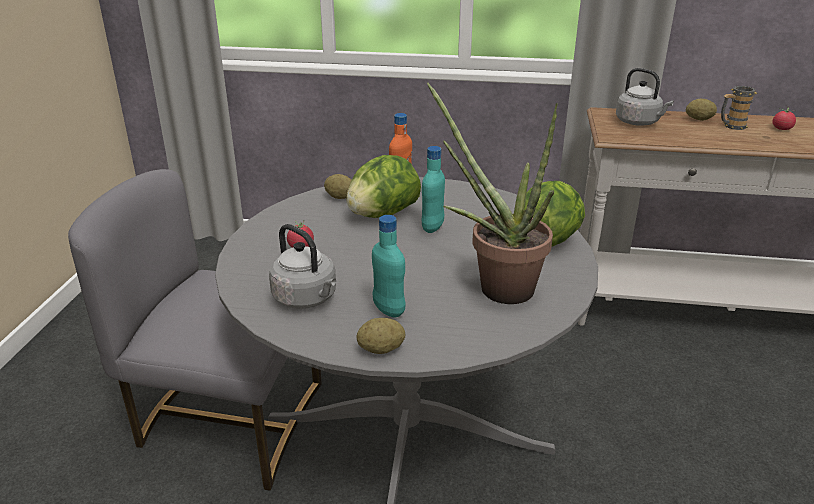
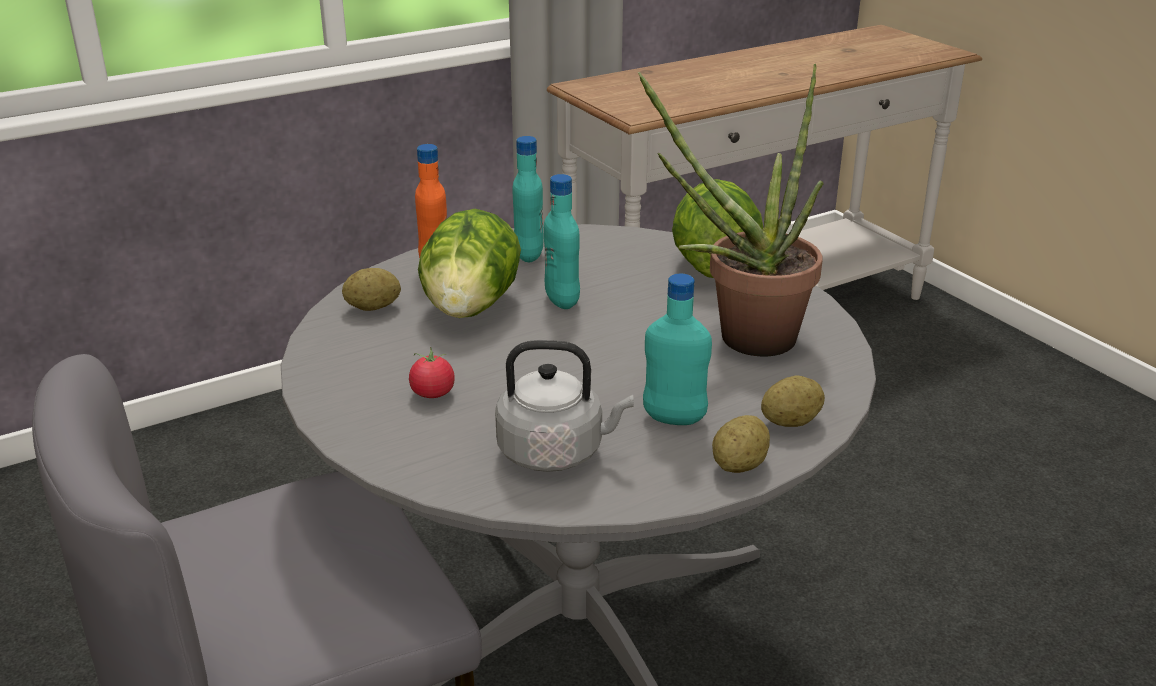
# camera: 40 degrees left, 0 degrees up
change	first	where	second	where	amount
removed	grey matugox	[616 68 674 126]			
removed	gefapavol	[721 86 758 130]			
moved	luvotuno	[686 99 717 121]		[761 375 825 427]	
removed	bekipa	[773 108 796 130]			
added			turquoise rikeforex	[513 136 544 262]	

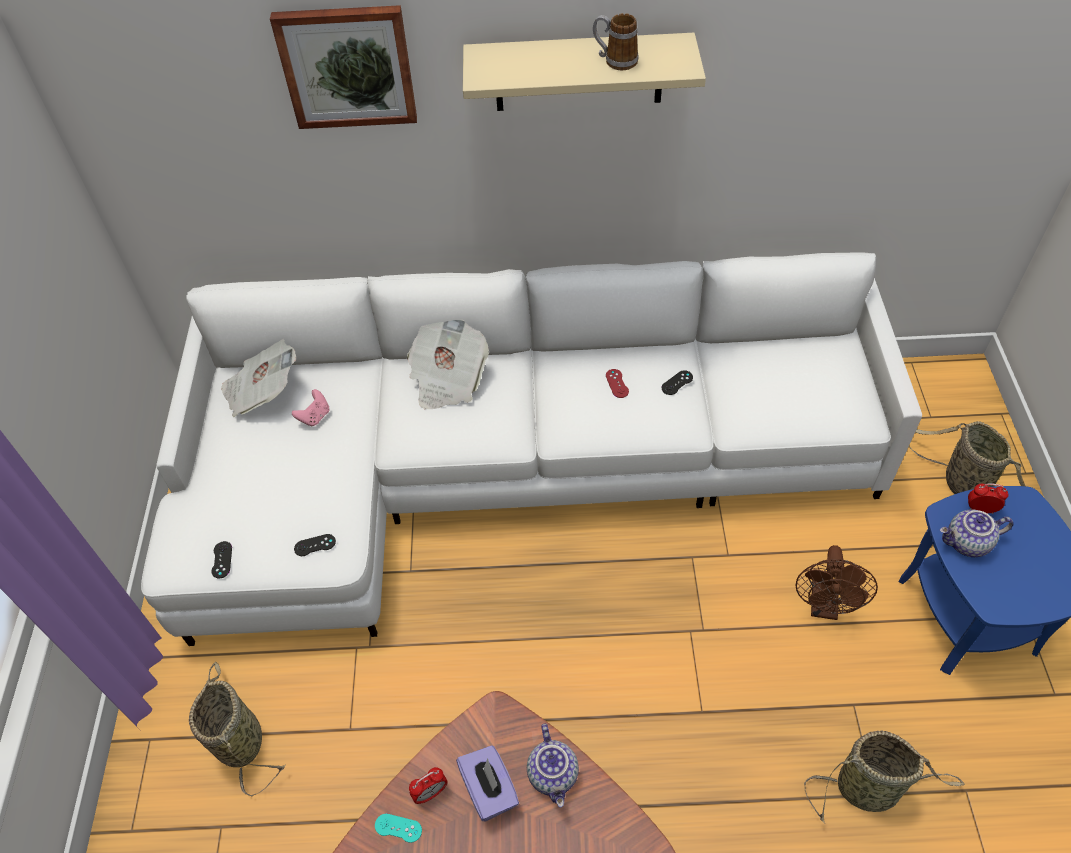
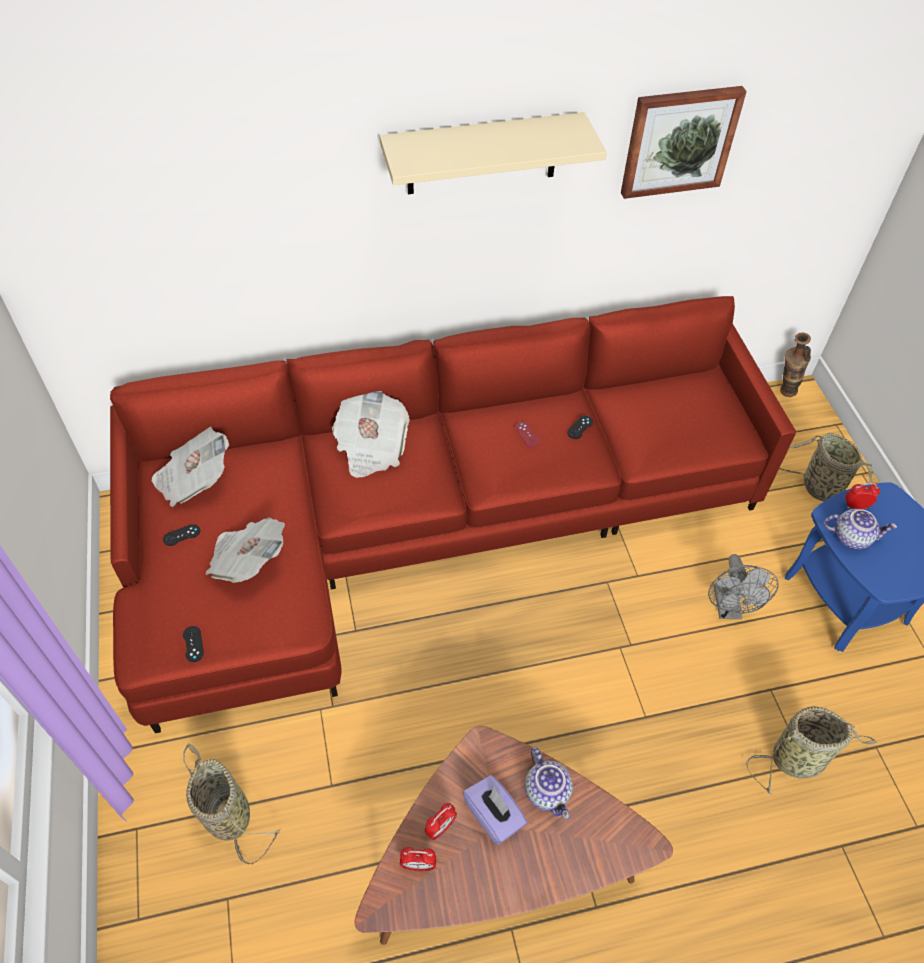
# camera: 15 degrees left, 0 degrees up
change	first	where	second	where	amount
moved	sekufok	[270 5 417 129]		[621 86 747 199]	
removed	gefapavol	[593 13 638 70]			
recoloured	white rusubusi	[141 252 922 646]	red rusubusi	[110 296 796 733]	
removed	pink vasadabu	[292 389 329 427]			
turned	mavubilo	[940 509 1013 557]		[824 509 897 549]	150 degrees counterclockwise
moved	black vasadabu	[294 534 336 556]		[163 524 200 546]	
recoloured	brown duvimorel	[796 545 878 620]	grey duvimorel	[708 554 779 619]	
replaced	turquoise vasadabu	[375 813 422 843]	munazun	[400 847 436 871]	
added			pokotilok	[780 333 811 397]	
added			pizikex	[206 517 285 583]	

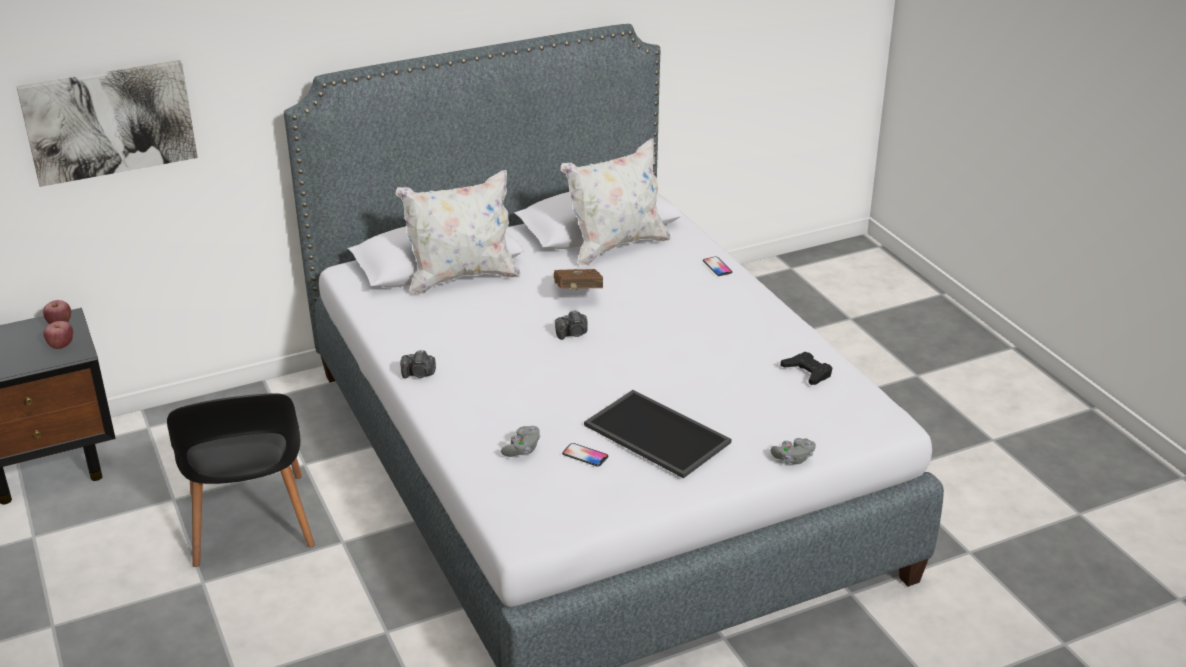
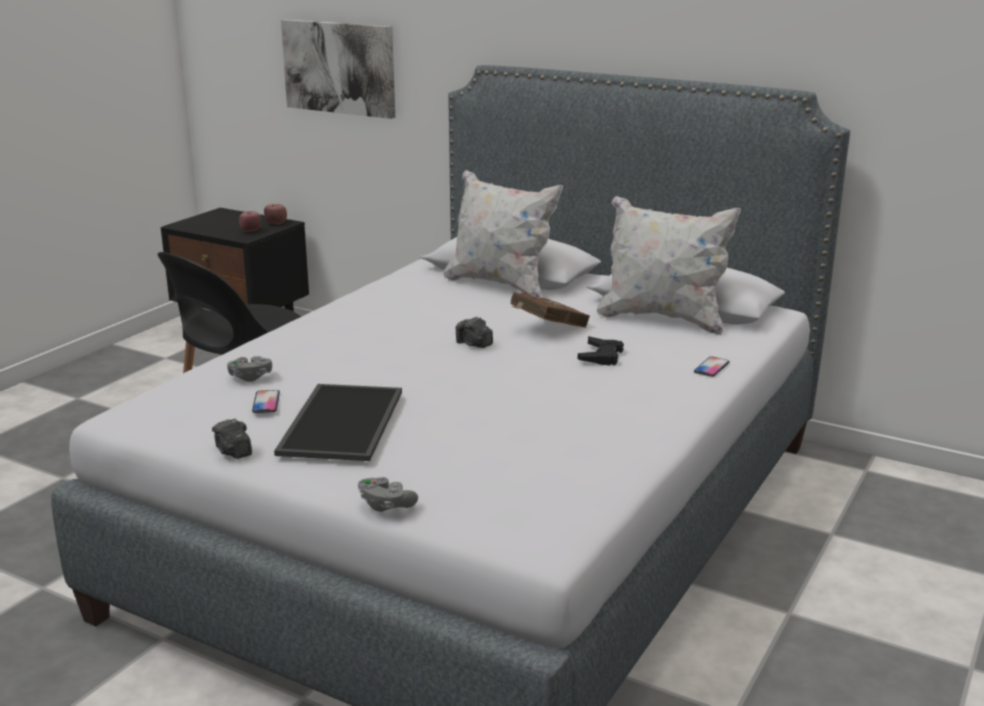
# camera: 55 degrees right, 10 degrees down
change	first	where	second	where	amount
moved	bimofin	[400 350 436 378]		[212 418 252 459]	
moved	black vasadabu	[780 352 832 385]		[578 336 624 366]	

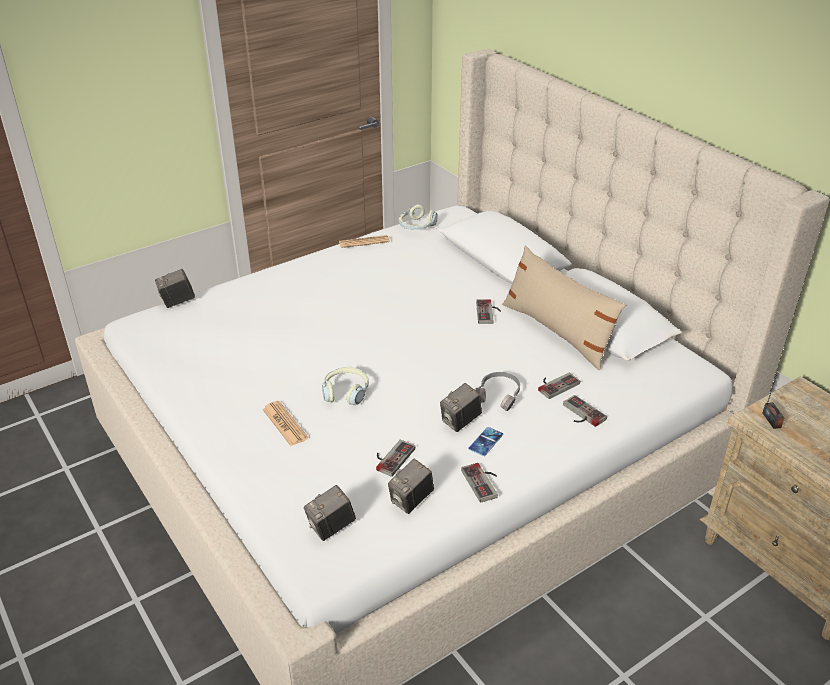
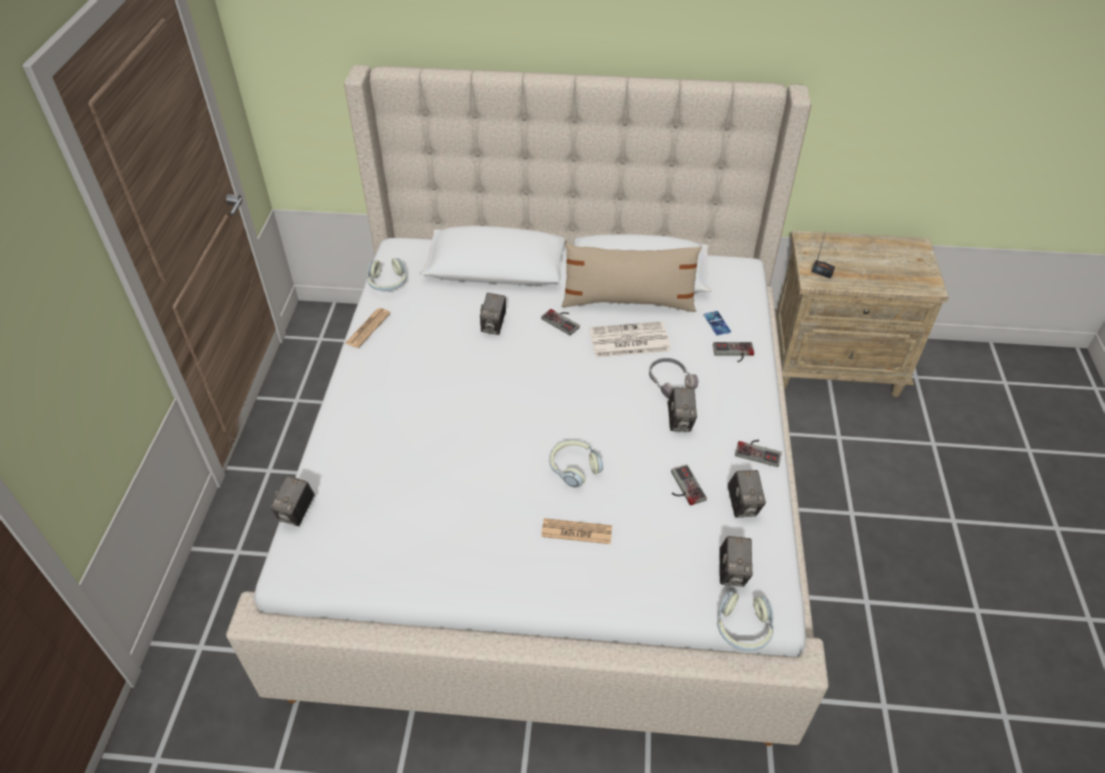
# camera: 50 degrees left, 10 degrees up
change	first	where	second	where	amount
removed	vasadabu	[538 373 580 399]			
moved	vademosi	[468 427 503 456]		[704 311 731 336]	
added			bimofin	[480 293 506 335]	
added			pizikex	[590 321 670 358]	
added			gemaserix	[718 591 774 652]	

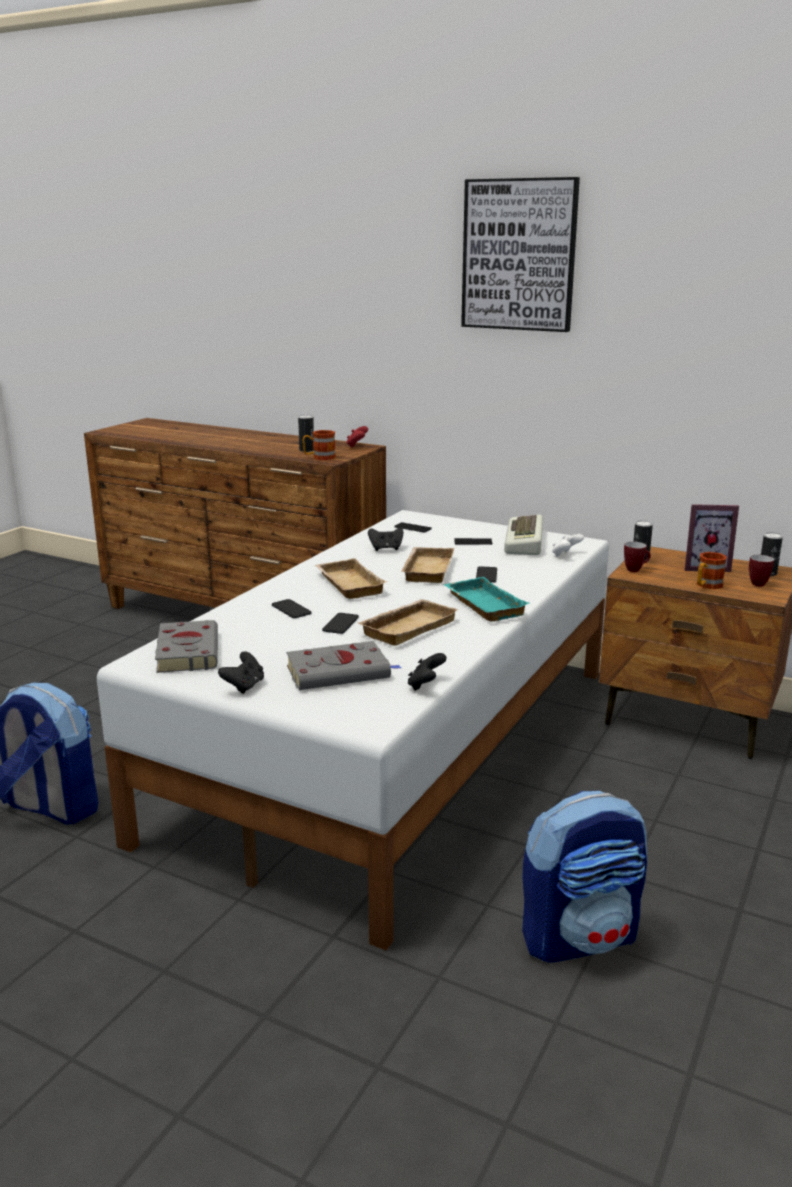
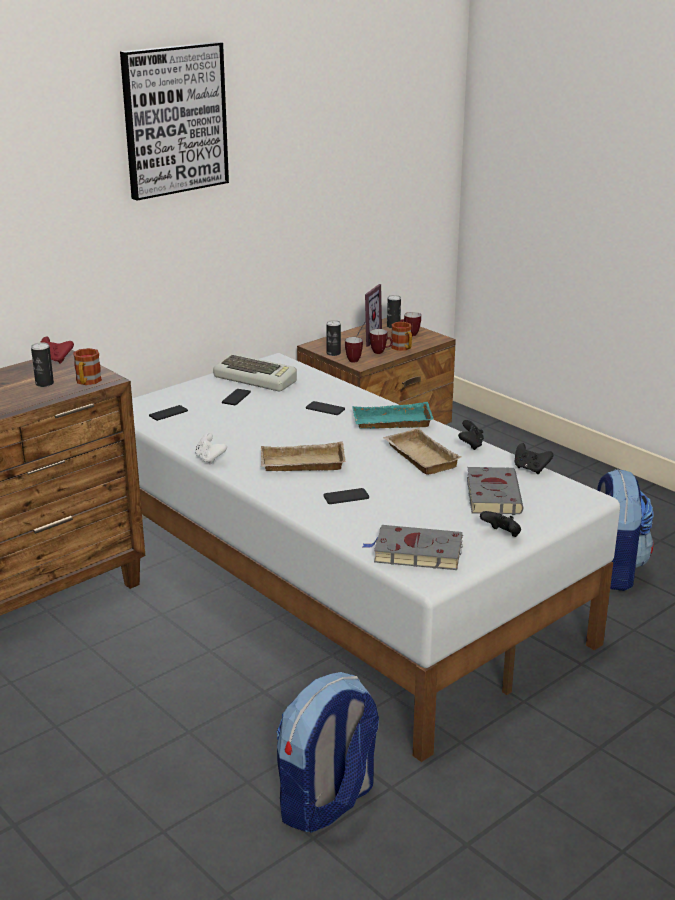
# camera: 70 degrees left, 5 degrees up
change	first	where	second	where	amount
moved	black vasadabu	[368 528 403 551]		[458 420 484 450]	
moved	white vasadabu	[552 534 584 557]		[195 433 227 465]	
removed	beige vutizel	[401 547 454 583]			
removed	vademosi	[322 613 359 634]			
added			gefapavol	[370 329 393 354]	

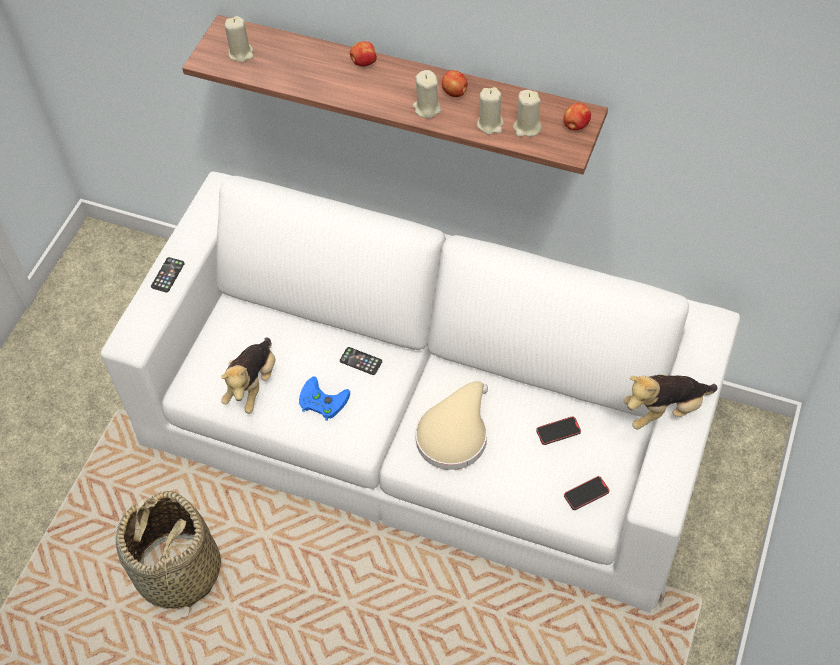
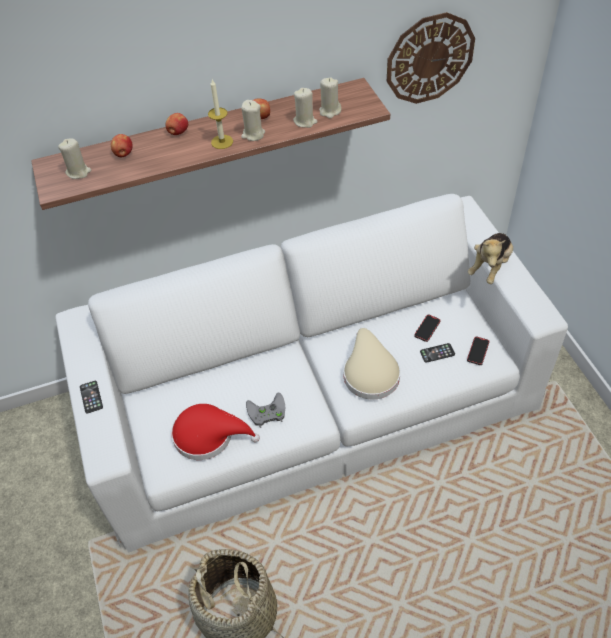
# camera: 40 degrees left, 5 degrees down
change	first	where	second	where	amount
moved	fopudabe	[563 103 591 130]		[111 134 133 157]	
replaced	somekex	[221 337 275 414]	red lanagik	[171 404 260 460]	
moved	vademosi	[340 347 382 375]		[420 343 455 363]	
recoloured	blue vasadabu	[299 377 350 421]	grey vasadabu	[246 393 285 428]	
added			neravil	[387 12 475 104]	
added			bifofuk	[208 80 233 149]	

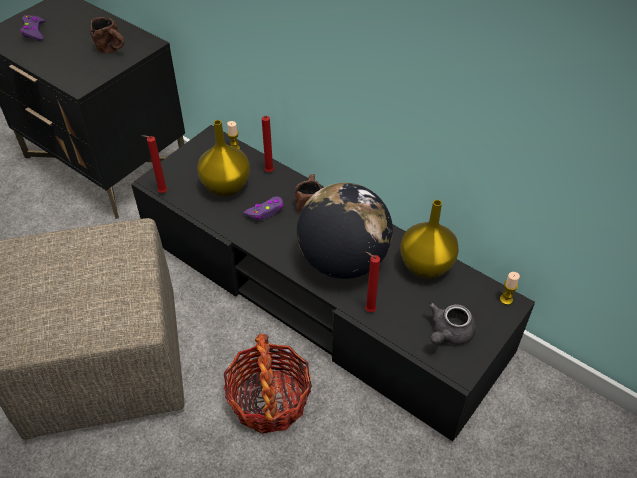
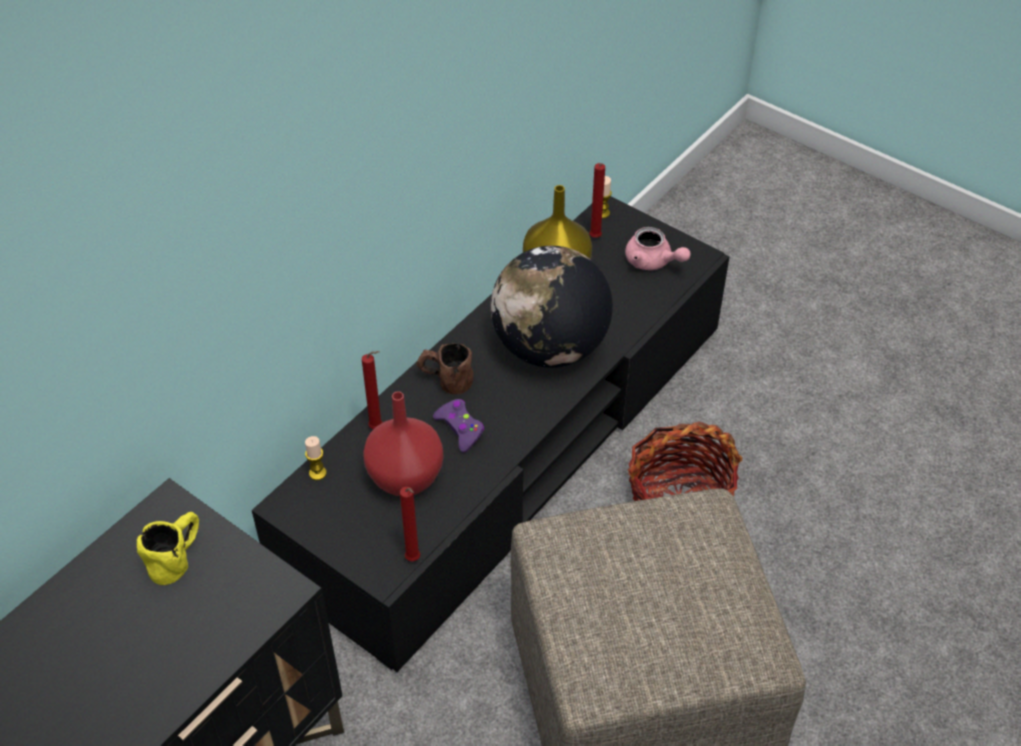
# camera: 90 degrees left, 0 degrees up
change	first	where	second	where	amount
removed	purple vasadabu	[20 15 45 41]			
recoloured	brown gefapavol	[90 17 124 53]	yellow gefapavol	[137 512 199 585]	
recoloured	yellow pokotilok	[197 120 250 197]	red pokotilok	[363 391 443 496]	
moved	red bifofuk	[365 252 380 312]		[589 163 605 238]	
recoloured	grey mavubilo	[429 303 476 345]	pink mavubilo	[625 227 691 270]	

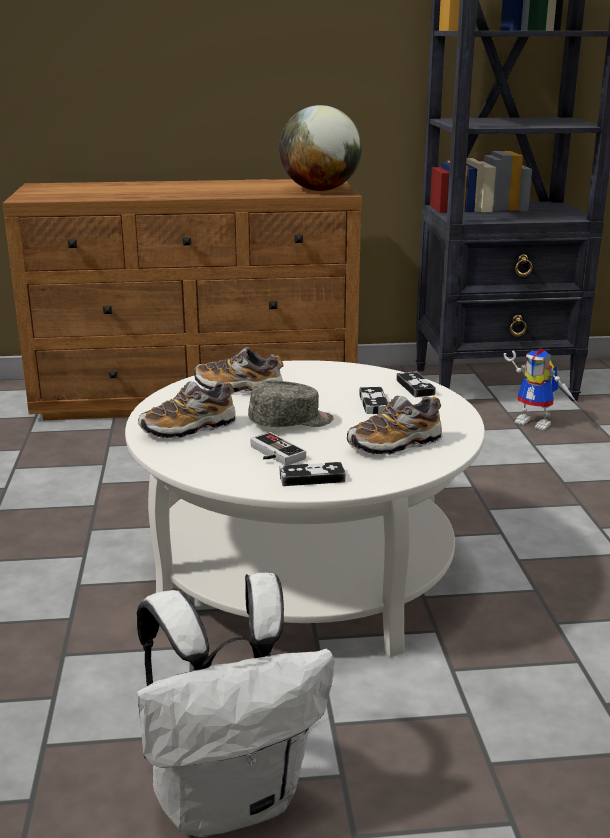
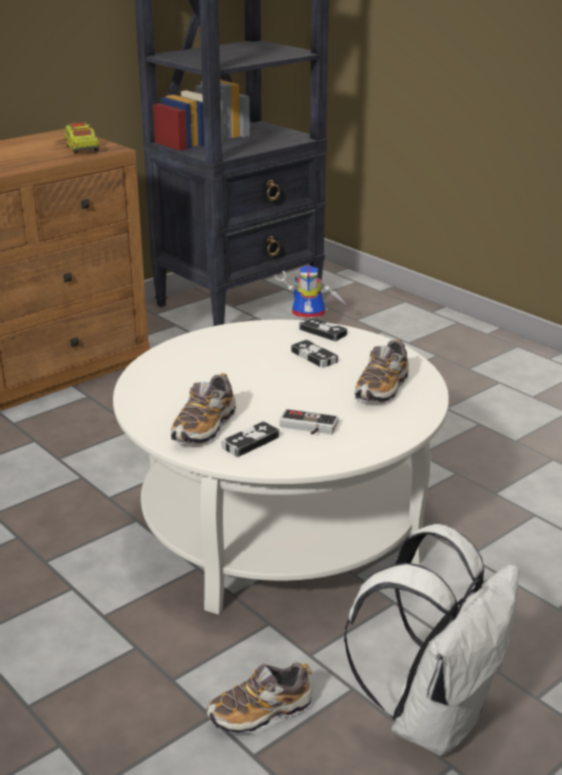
# camera: 35 degrees left, 5 degrees up
change	first	where	second	where	amount
replaced	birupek	[279 105 362 191]	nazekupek	[64 122 100 154]	
moved	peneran	[194 347 284 395]		[207 662 313 734]	
removed	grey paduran	[248 381 333 427]			
moved	vasadabu	[280 462 346 486]		[222 421 279 457]	

